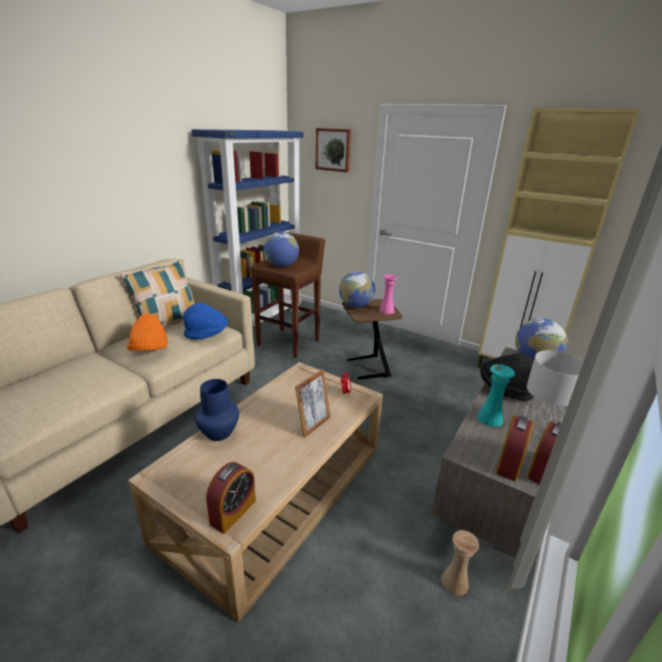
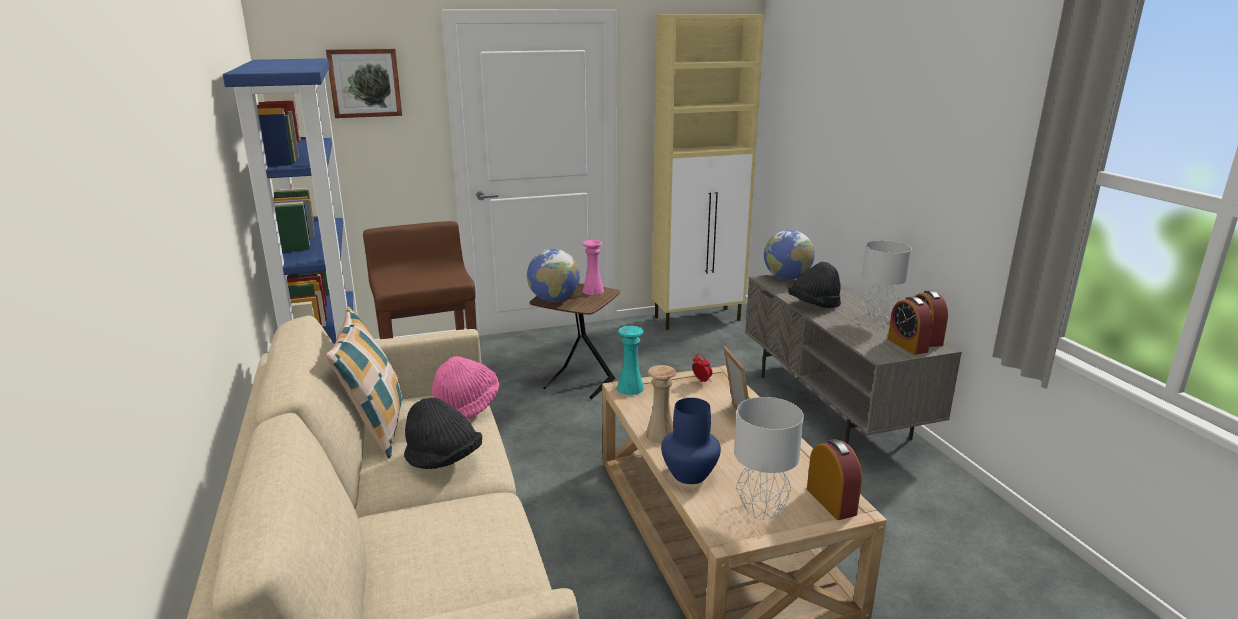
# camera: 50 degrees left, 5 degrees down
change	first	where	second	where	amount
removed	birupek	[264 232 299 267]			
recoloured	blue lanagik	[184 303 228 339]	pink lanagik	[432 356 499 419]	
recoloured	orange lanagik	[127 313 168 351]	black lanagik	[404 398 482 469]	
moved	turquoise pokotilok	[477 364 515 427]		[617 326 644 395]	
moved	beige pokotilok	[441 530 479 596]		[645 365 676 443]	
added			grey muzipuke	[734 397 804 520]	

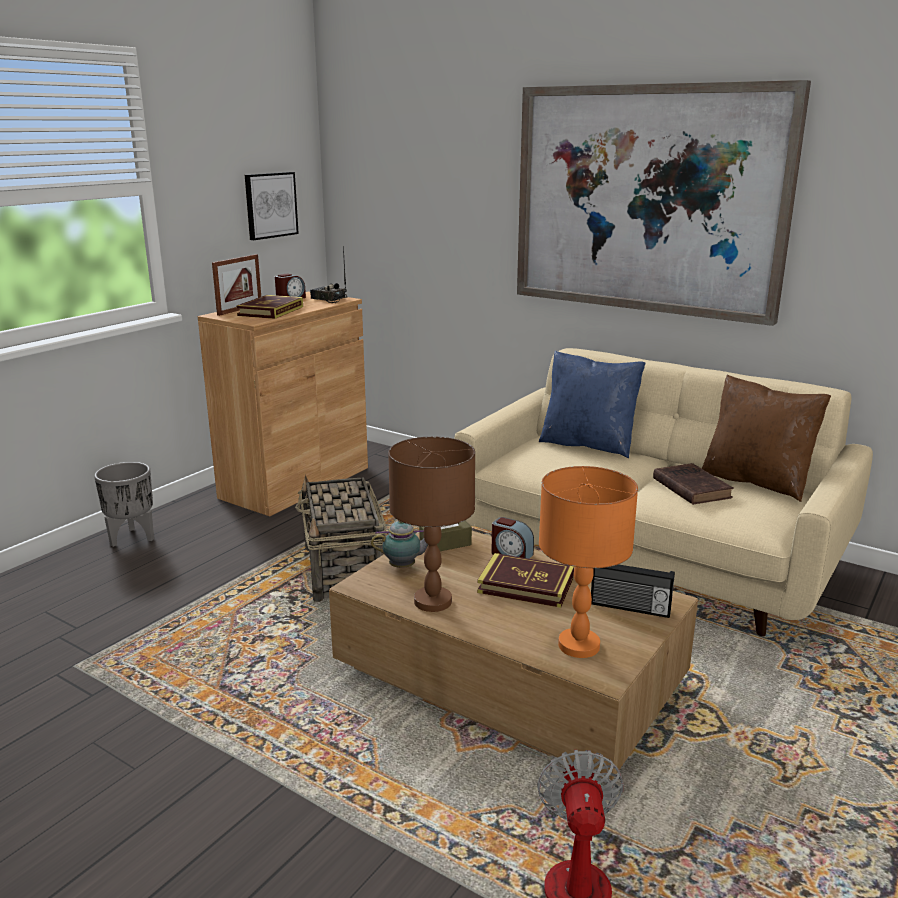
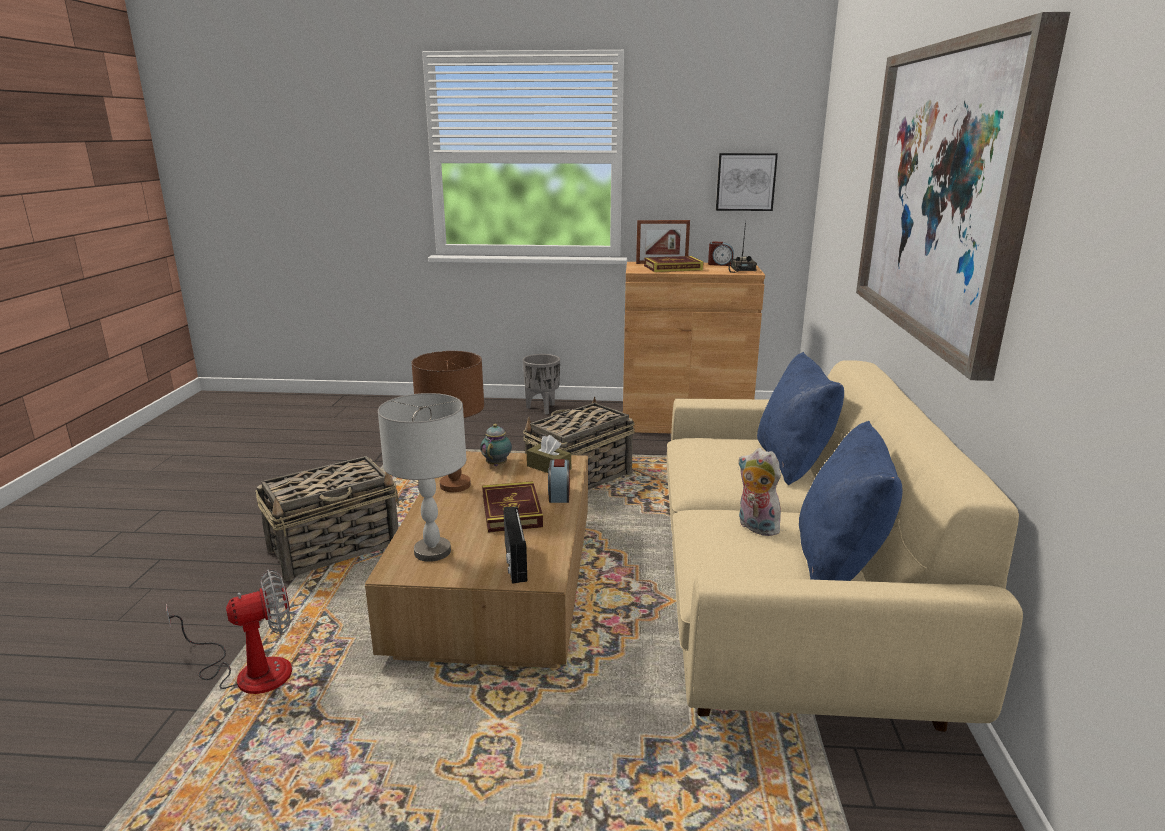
# camera: 60 degrees right, 0 degrees up
change	first	where	second	where	amount
recoloured	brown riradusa	[701 375 831 502]	blue riradusa	[799 421 903 581]	
replaced	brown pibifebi	[653 463 734 505]	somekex	[738 448 782 536]	
recoloured	orange muzipuke	[539 466 638 658]	grey muzipuke	[378 393 467 562]	
turned	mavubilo	[371 520 428 568]		[480 424 512 466]	135 degrees counterclockwise
added			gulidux	[255 456 399 581]	

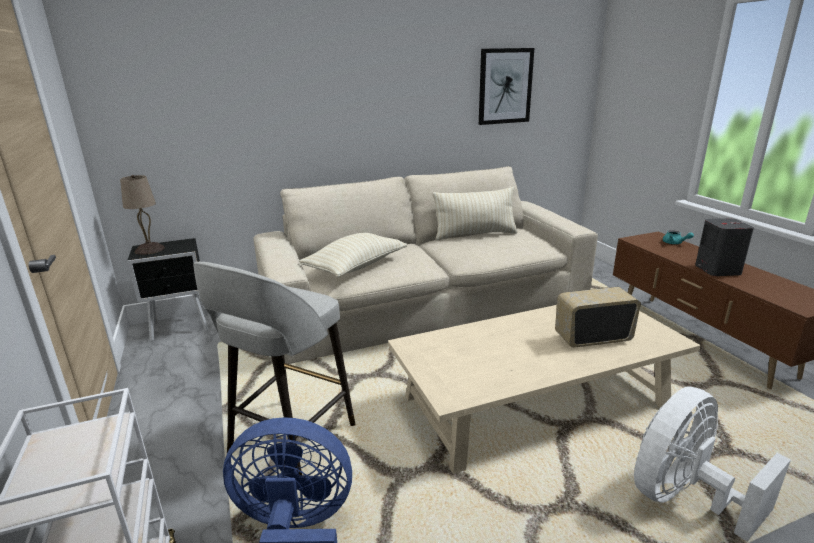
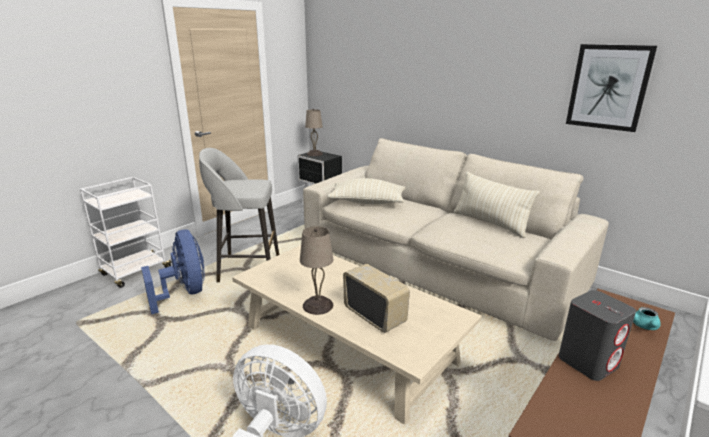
# camera: 60 degrees right, 0 degrees up
change	first	where	second	where	amount
added			beige muzipuke	[300 226 334 315]	

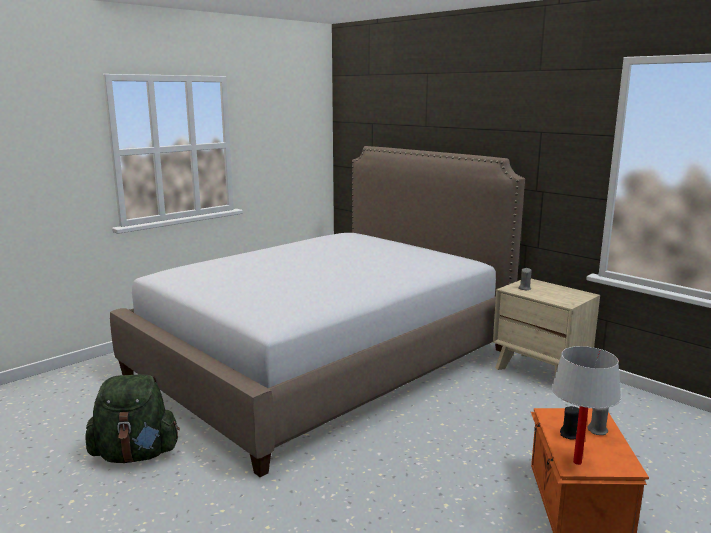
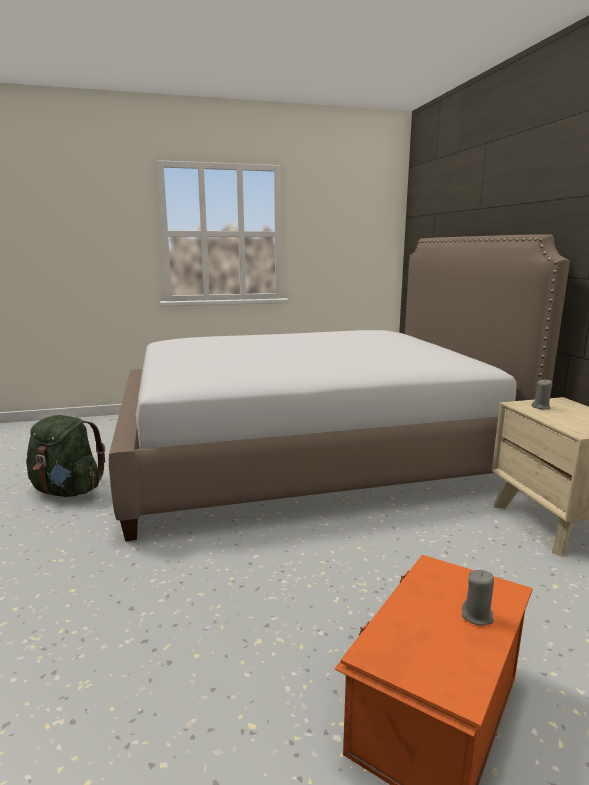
# camera: 30 degrees right, 0 degrees up
change	first	where	second	where	amount
removed	white muzipuke	[551 346 621 465]			
removed	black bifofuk	[560 406 579 439]			

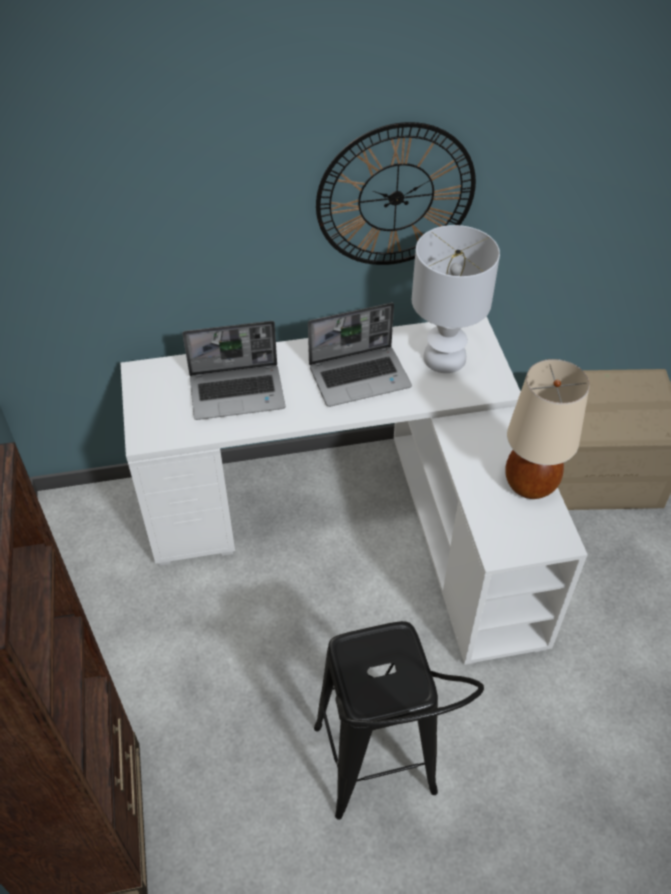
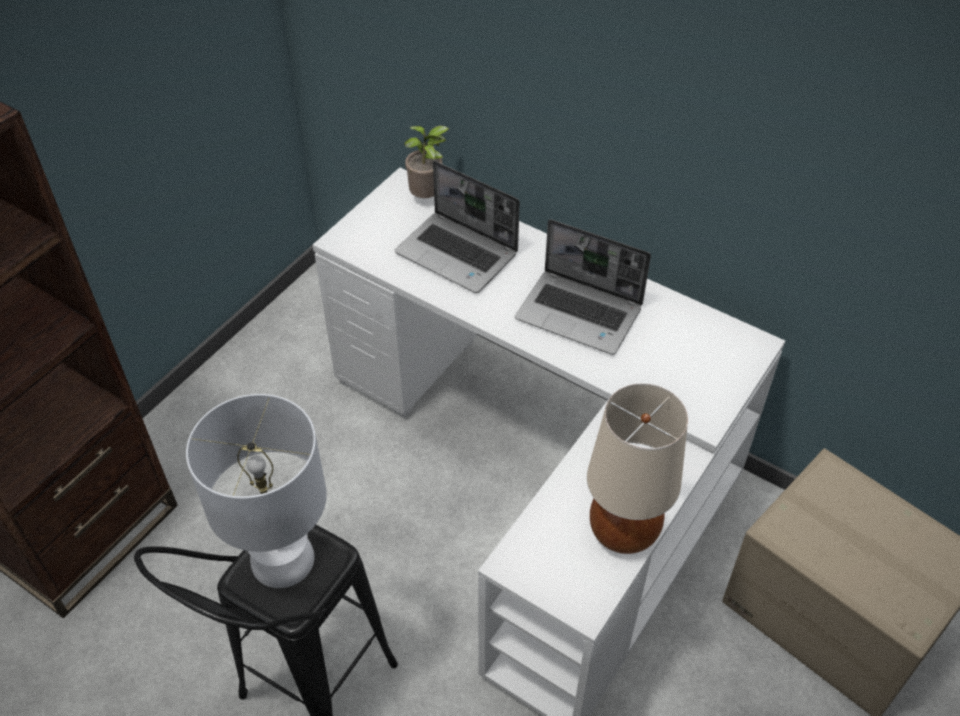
# camera: 45 degrees right, 0 degrees up
change	first	where	second	where	amount
removed	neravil	[316 122 476 265]			
moved	white muzipuke	[412 225 500 373]		[186 394 327 588]	
added			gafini	[404 126 449 198]	

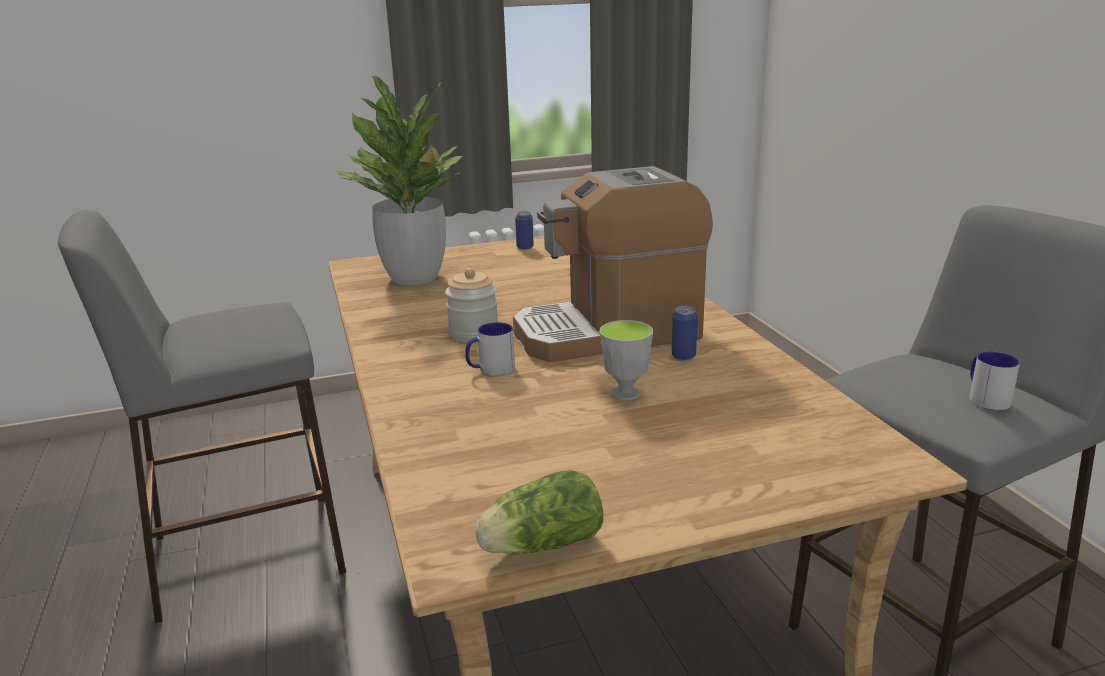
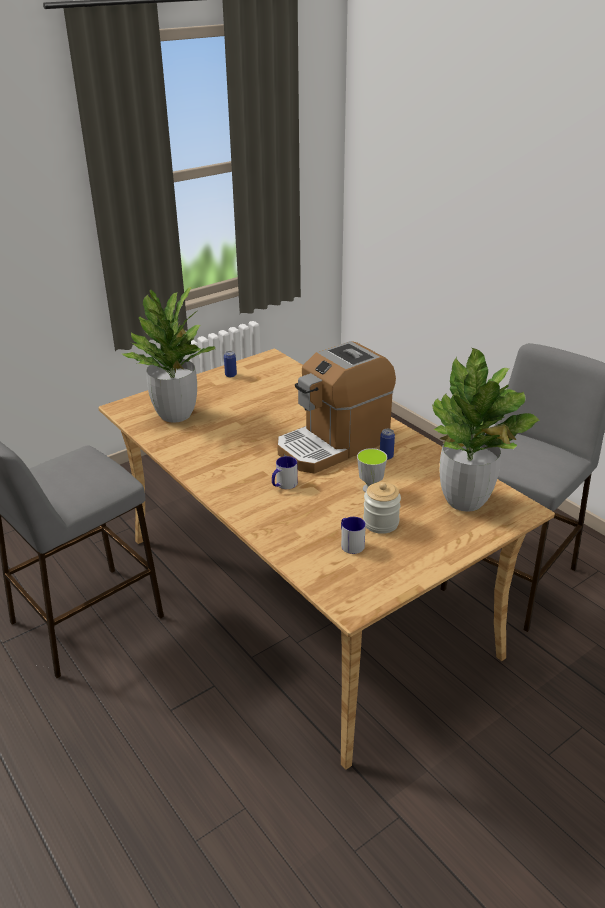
# camera: 20 degrees left, 10 degrees up
change	first	where	second	where	amount
moved	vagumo	[445 268 498 342]		[363 482 401 534]	
moved	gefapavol	[970 352 1020 410]		[341 517 366 554]	
removed	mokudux	[475 470 603 554]			
added			gafini	[432 348 540 512]	

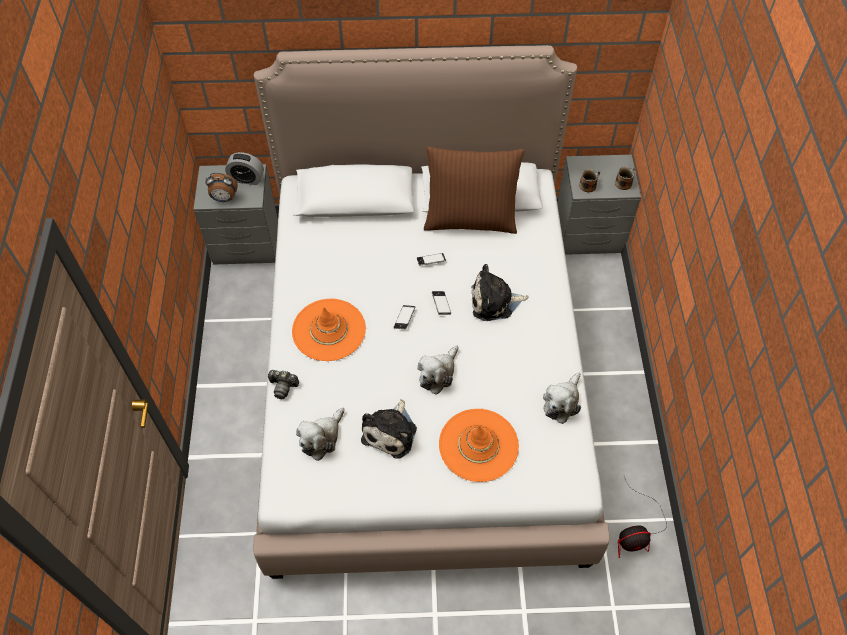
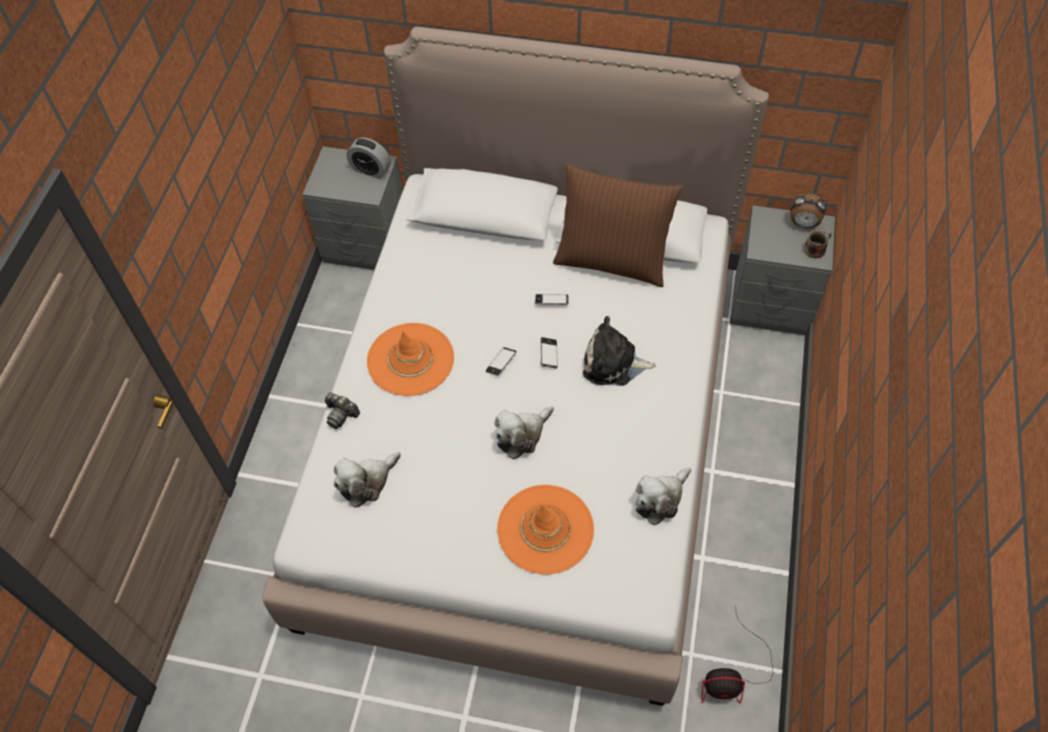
# camera: 15 degrees right, 0 degrees up
change	first	where	second	where	amount
removed	gefapavol	[579 169 600 192]			
moved	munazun	[205 173 238 202]		[790 192 827 229]	
removed	somekex	[361 399 417 459]			

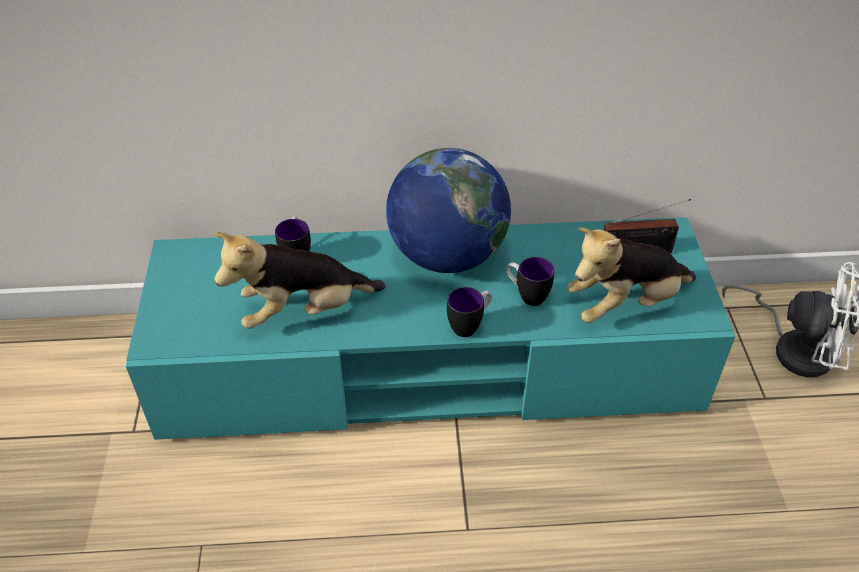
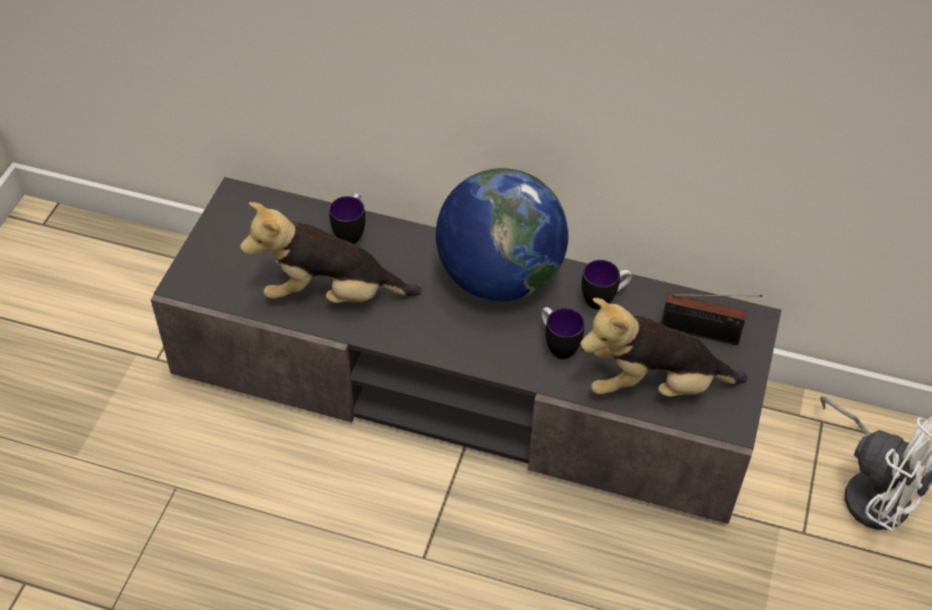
# camera: 20 degrees right, 5 degrees up
change	first	where	second	where	amount
recoloured	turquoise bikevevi	[126 217 736 440]	grey bikevevi	[151 177 781 524]	
moved	gefapavol	[447 287 492 337]		[582 260 632 310]	

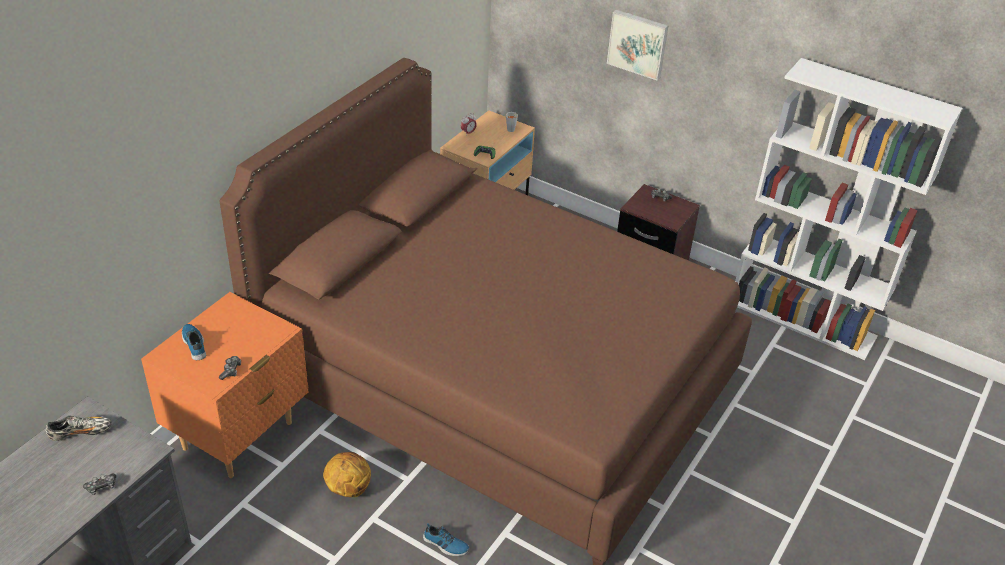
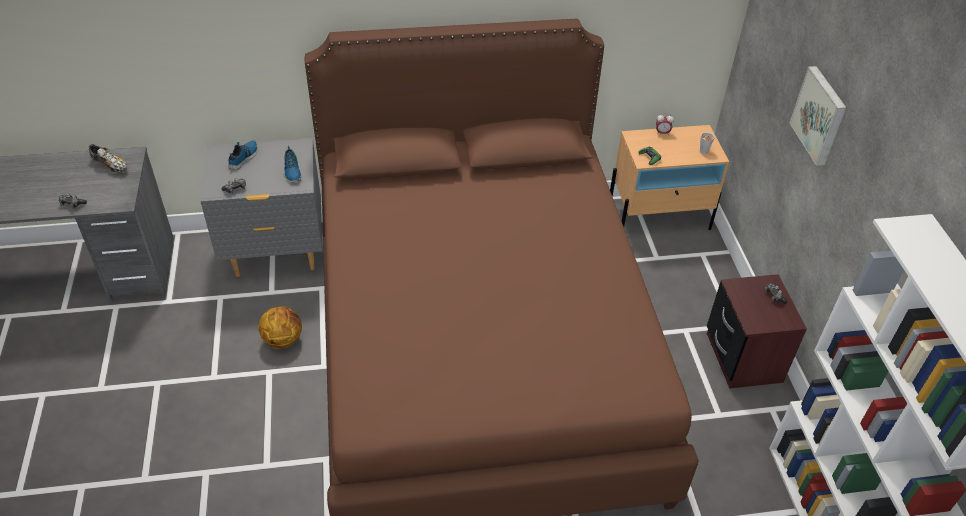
# camera: 50 degrees right, 5 degrees up
change	first	where	second	where	amount
recoloured	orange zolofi	[141 292 308 478]	grey zolofi	[200 138 322 277]	
moved	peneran	[423 523 470 556]		[284 146 302 182]	

